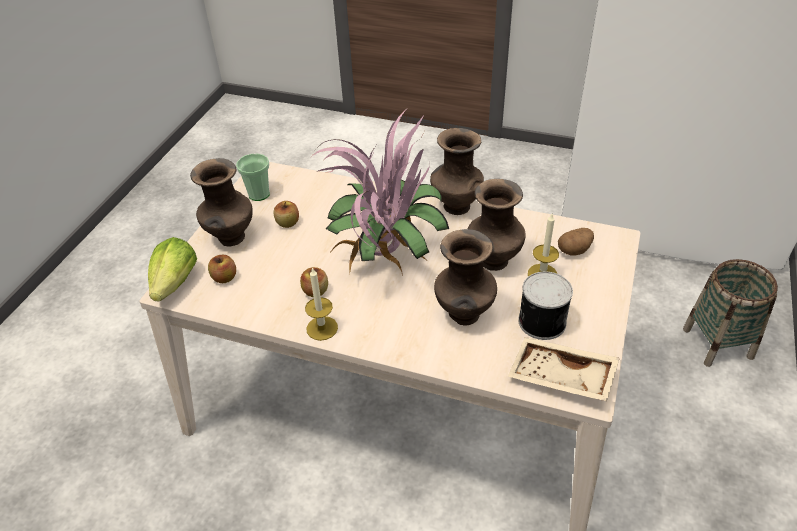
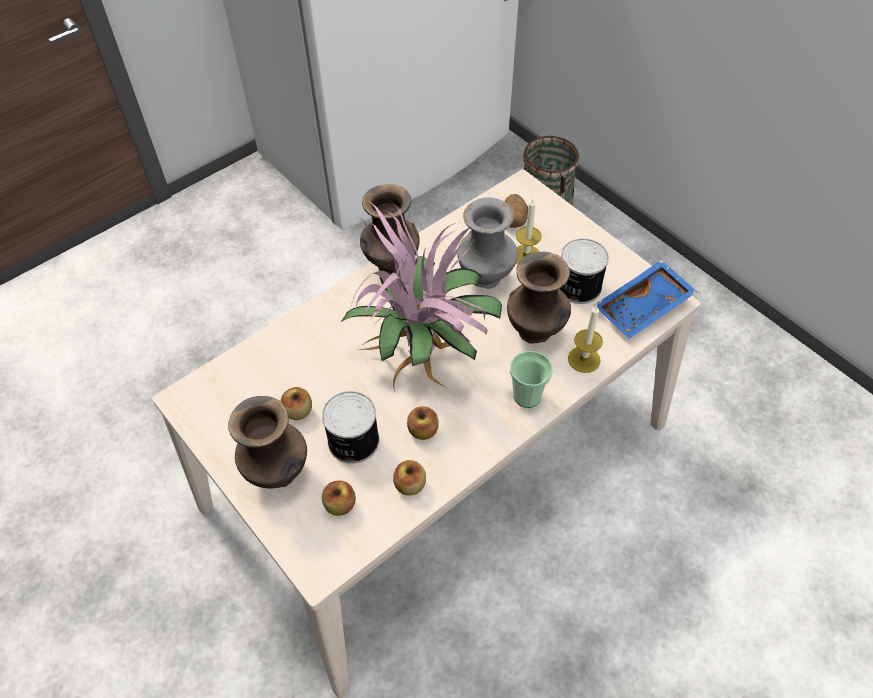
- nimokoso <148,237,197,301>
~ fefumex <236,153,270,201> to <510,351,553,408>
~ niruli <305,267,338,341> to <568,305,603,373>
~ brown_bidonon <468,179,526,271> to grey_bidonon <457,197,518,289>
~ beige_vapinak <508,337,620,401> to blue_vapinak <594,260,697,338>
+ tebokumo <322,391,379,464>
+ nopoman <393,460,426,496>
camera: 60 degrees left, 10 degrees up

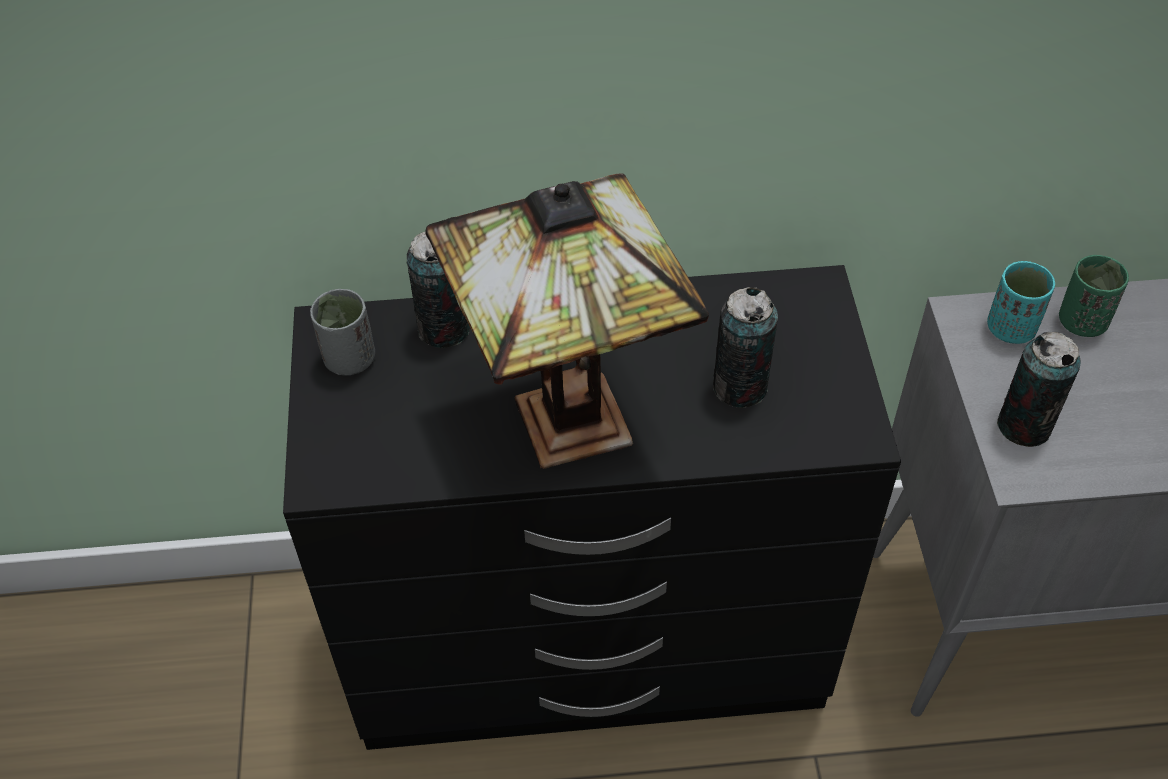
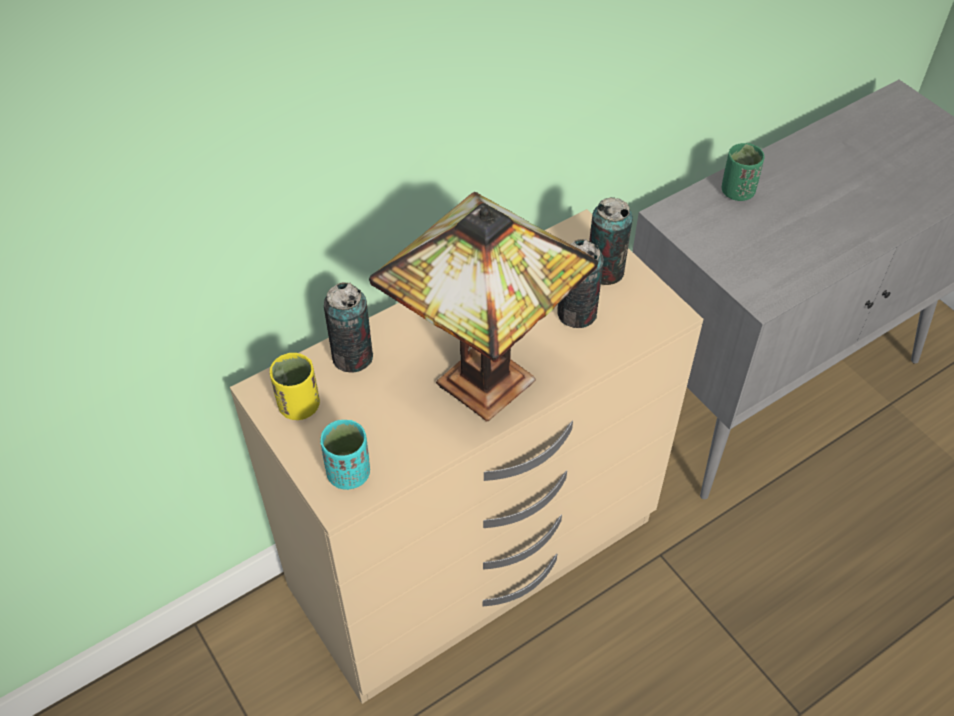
~ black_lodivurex <283,265,901,750> to beige_lodivurex <230,209,703,704>
~ grey_fefumex <310,289,375,375> to yellow_fefumex <270,353,320,420>
~ turquoise_fefumex <987,261,1055,344> to <320,420,370,490>
~ tebokumo <997,332,1081,447> to <589,197,633,285>
camera: 30 degrees left, 0 degrees up

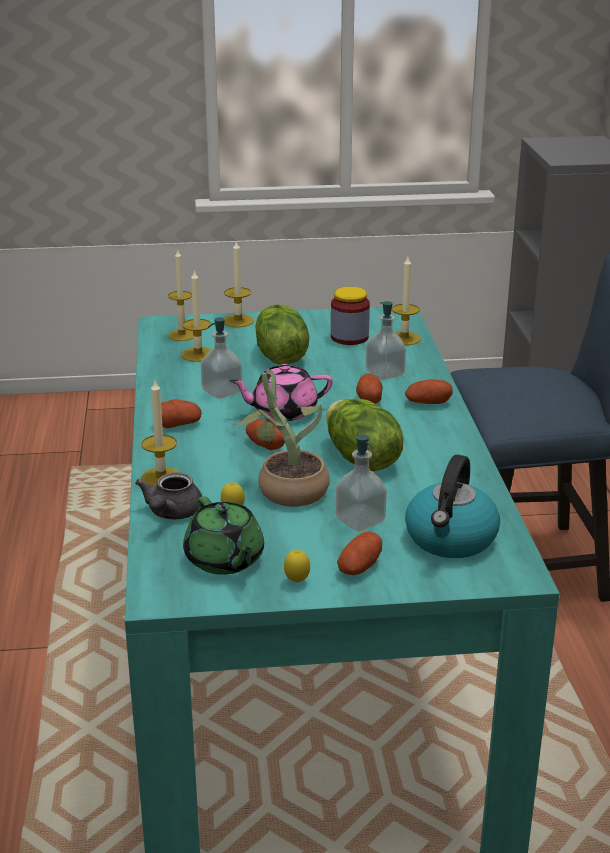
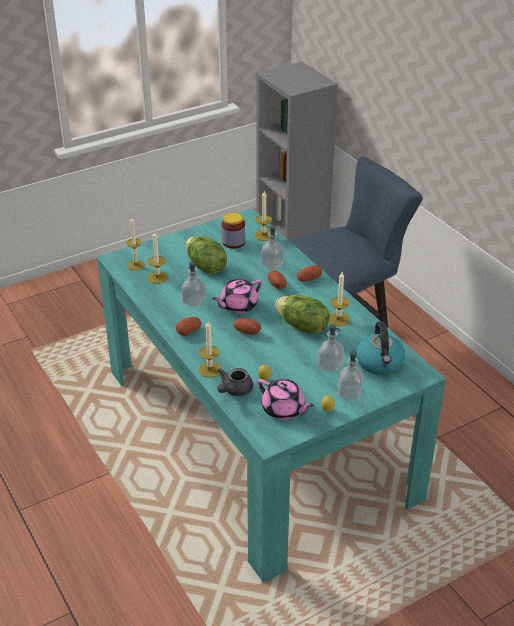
~ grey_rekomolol <135,472,202,519> = <217,368,253,396> 45 degrees clockwise
~ green_rekomolol <183,496,264,575> to pink_rekomolol <257,379,314,420>
~ niruli <224,241,254,327> to <329,272,350,326>
- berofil <234,369,330,507>
~ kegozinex <337,532,382,575> to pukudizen <338,349,363,399>
camera: 25 degrees left, 10 degrees up

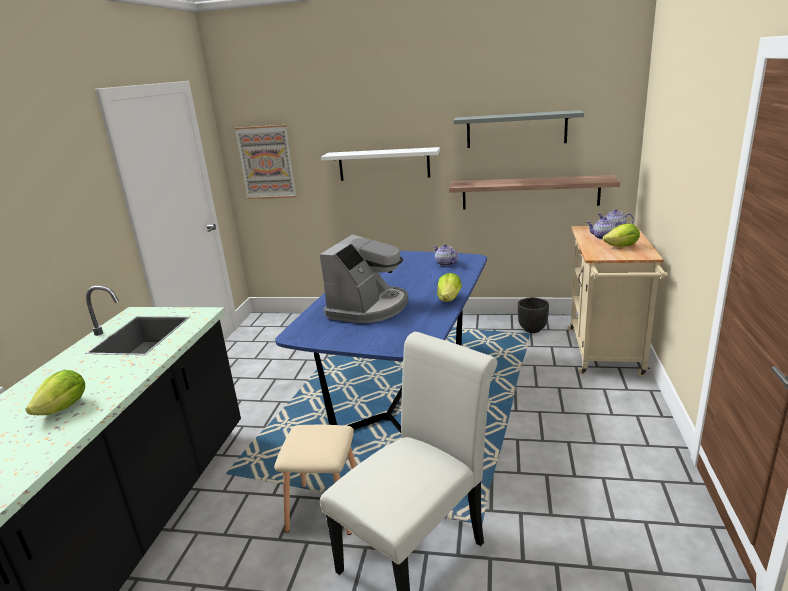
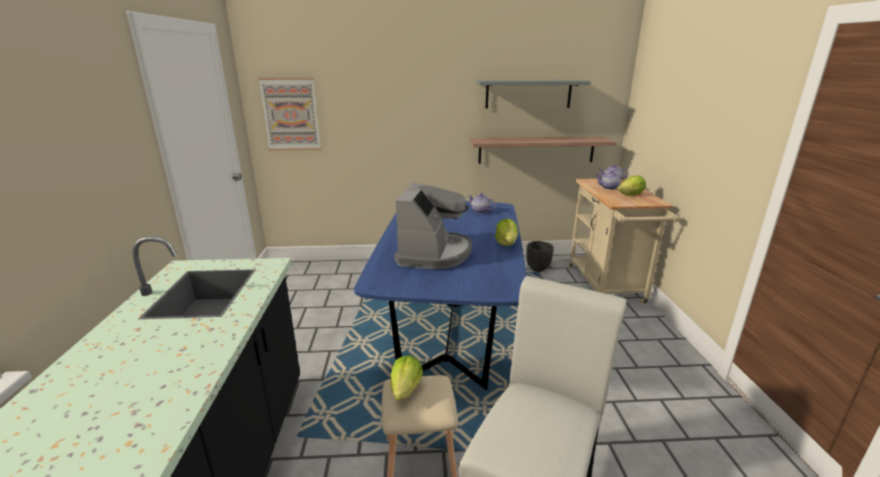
~ nimokoso <25,370,85,415> to <390,355,423,401>
- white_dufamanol <321,147,440,181>
camera: 15 degrees left, 0 degrees up

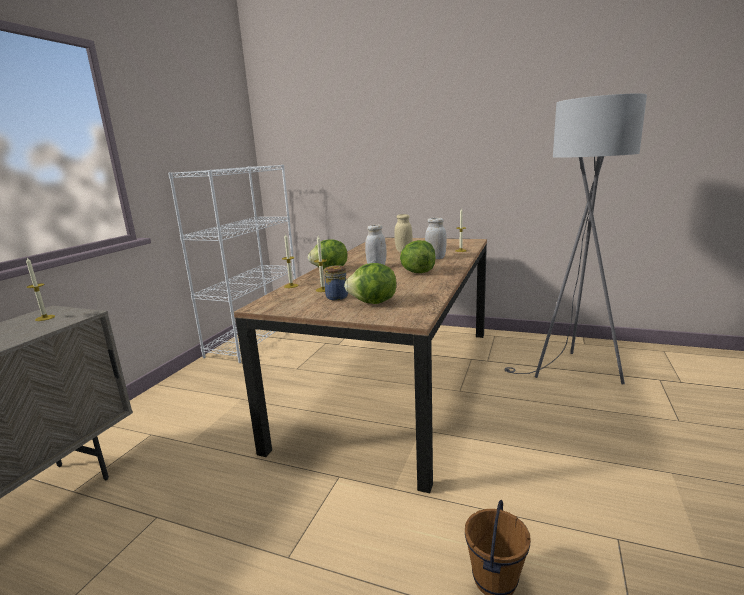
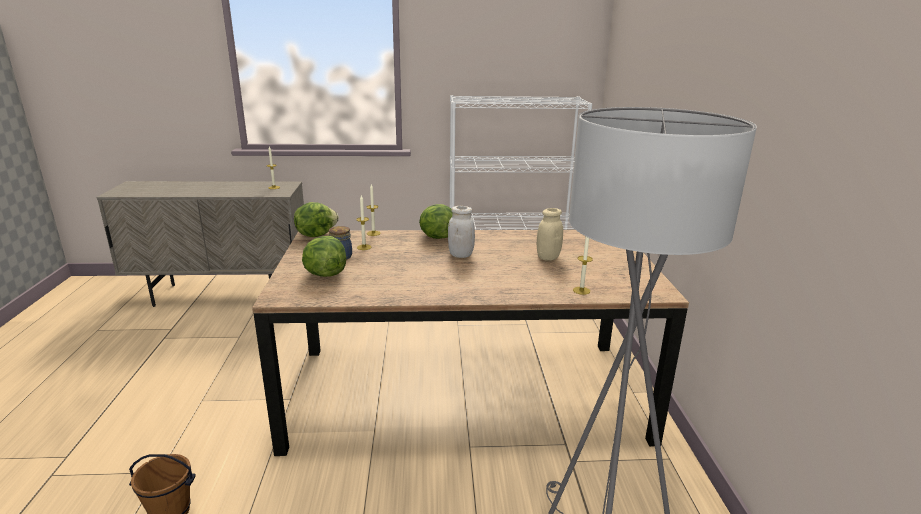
~ nimokoso <400,240,436,273> to <294,202,339,237>
- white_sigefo <425,218,447,259>
camera: 65 degrees right, 5 degrees up

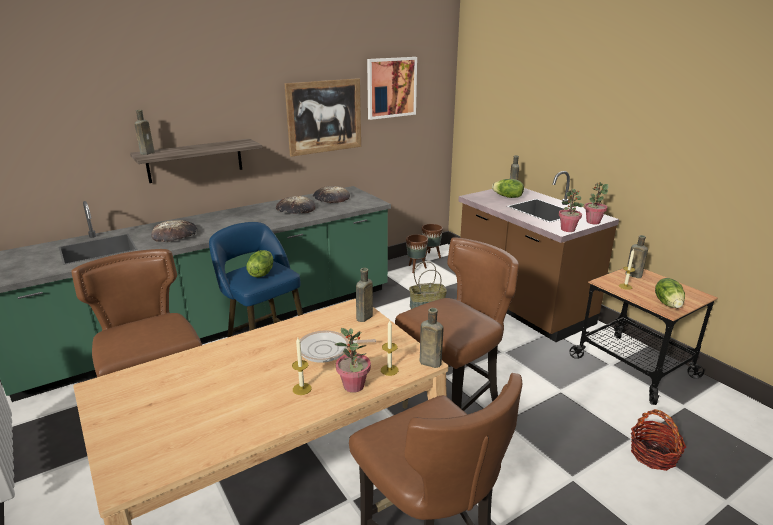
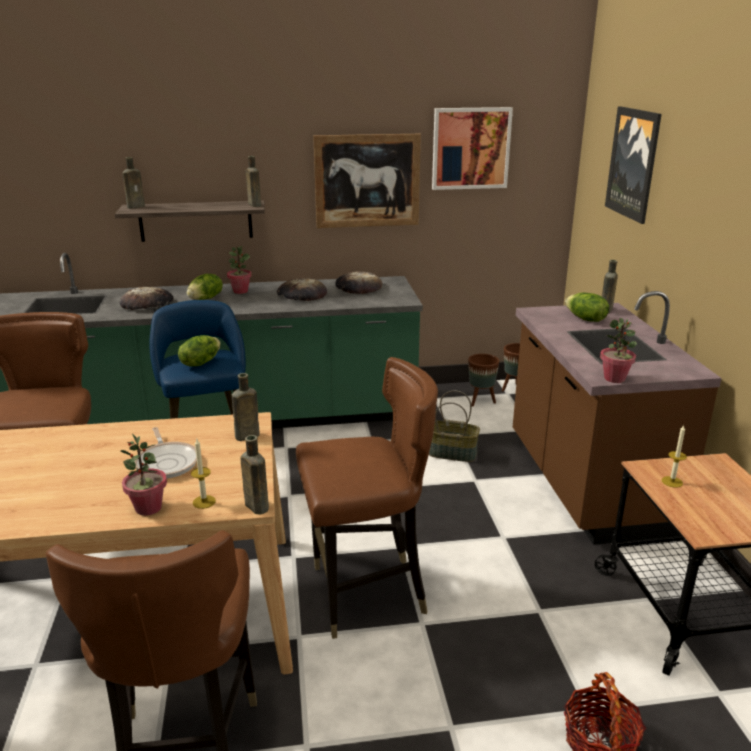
- niruli <292,338,312,395>
~ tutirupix <300,331,376,363> = <134,427,197,479> 135 degrees counterclockwise
~ berofil <584,182,609,224> to <227,246,252,294>
~ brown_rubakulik <626,235,648,278> to <246,156,261,207>
~ nimokoso <655,278,685,308> to <187,274,223,300>
+ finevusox <605,106,662,224>
camera: 25 degrees right, 0 degrees up

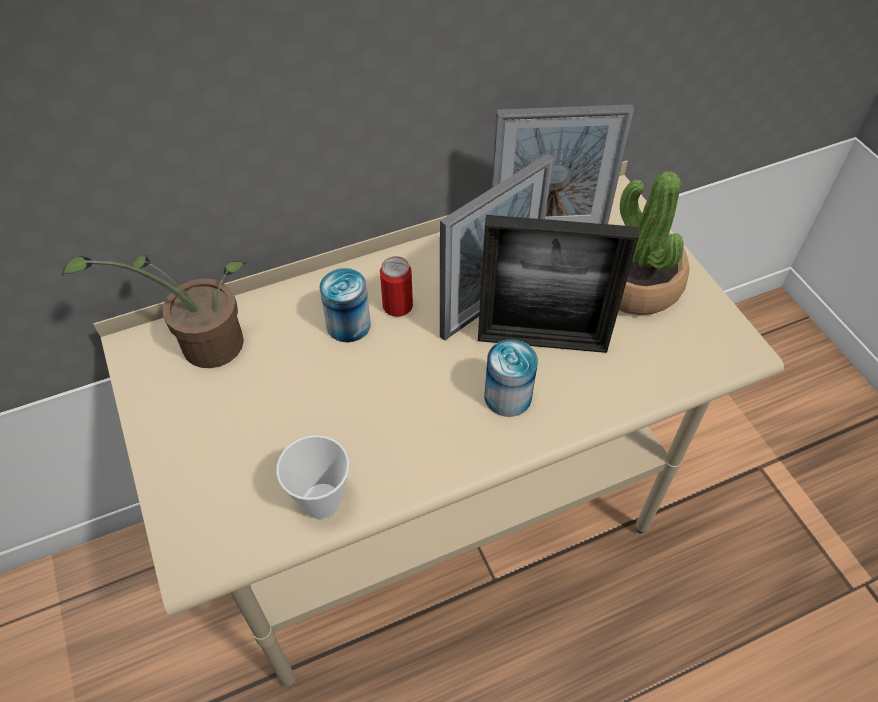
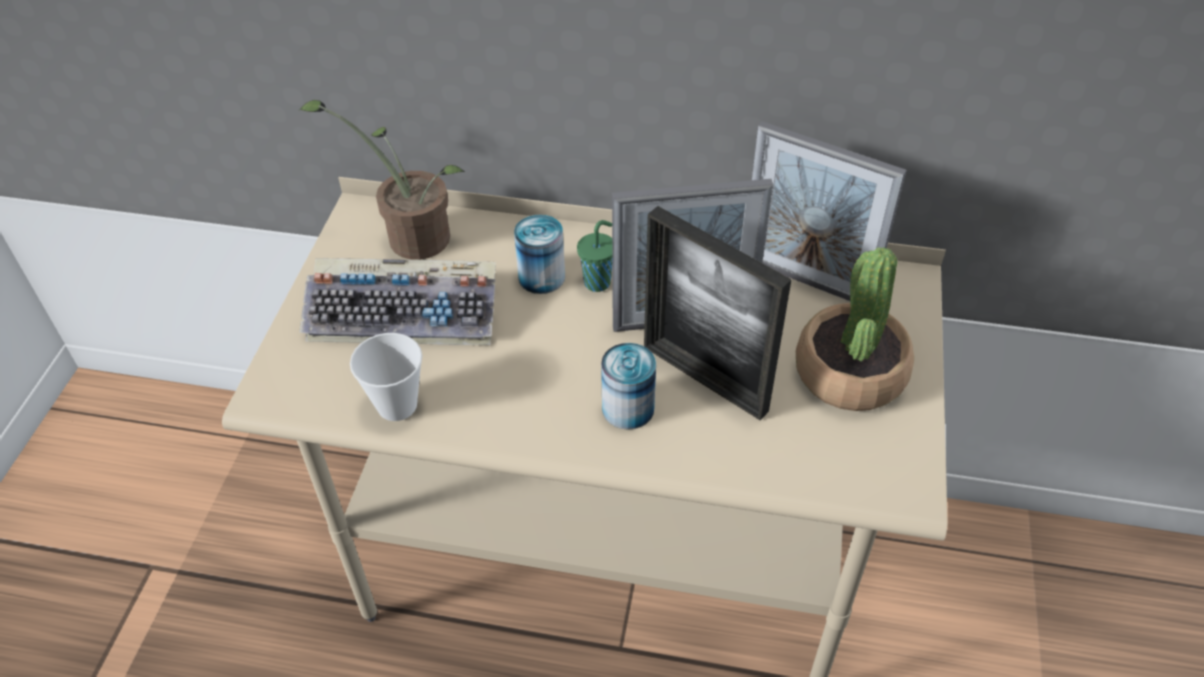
~ tebokumo <380,256,413,317> to green_fefumex <577,220,612,292>
+ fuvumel <299,258,496,345>
camera: 35 degrees right, 5 degrees down

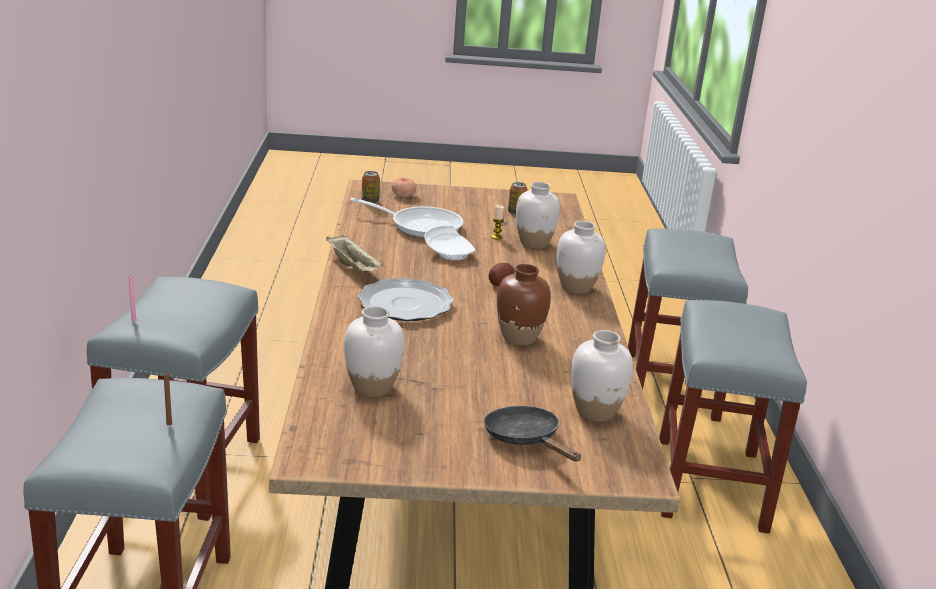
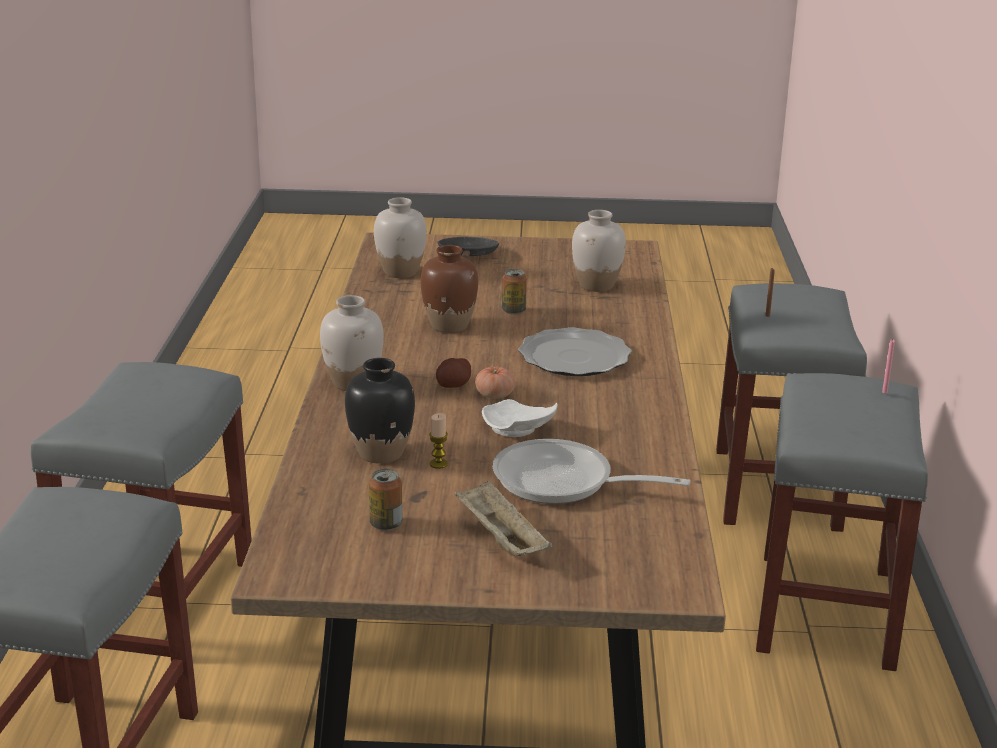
~ beige_vapinak <326,235,384,271> to <455,480,552,556>
~ tebokumo <362,171,380,204> to <502,269,527,315>
~ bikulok <391,178,416,197> to <475,367,515,399>
~ black_tutirupix <484,406,581,462> = <437,237,500,259> 150 degrees counterclockwise
~ white_bidonon <516,182,560,249> to black_bidonon <345,358,415,464>
camera: 175 degrees left, 0 degrees up

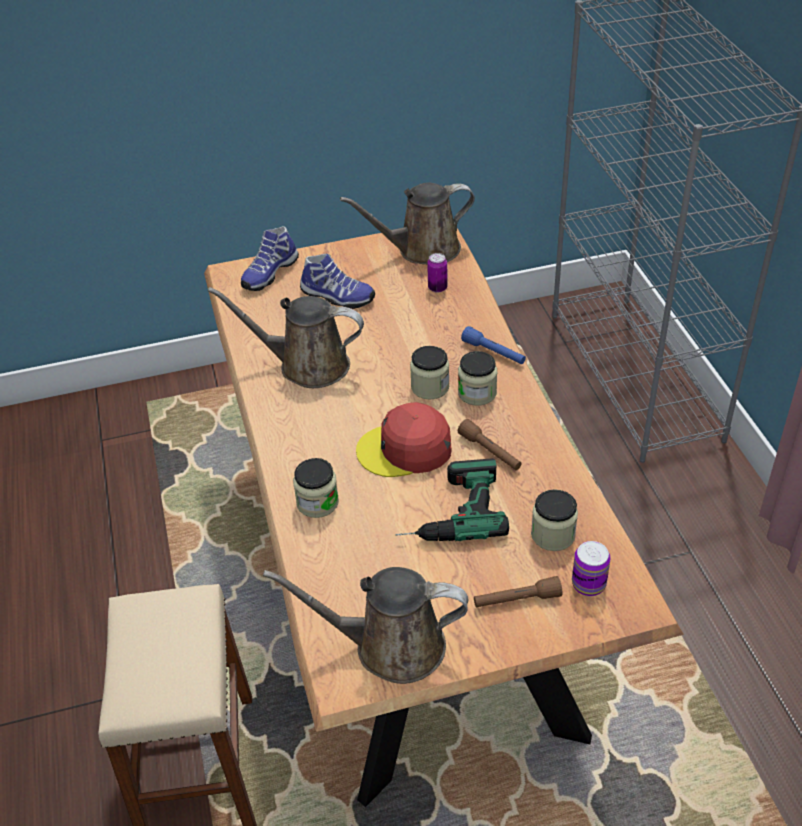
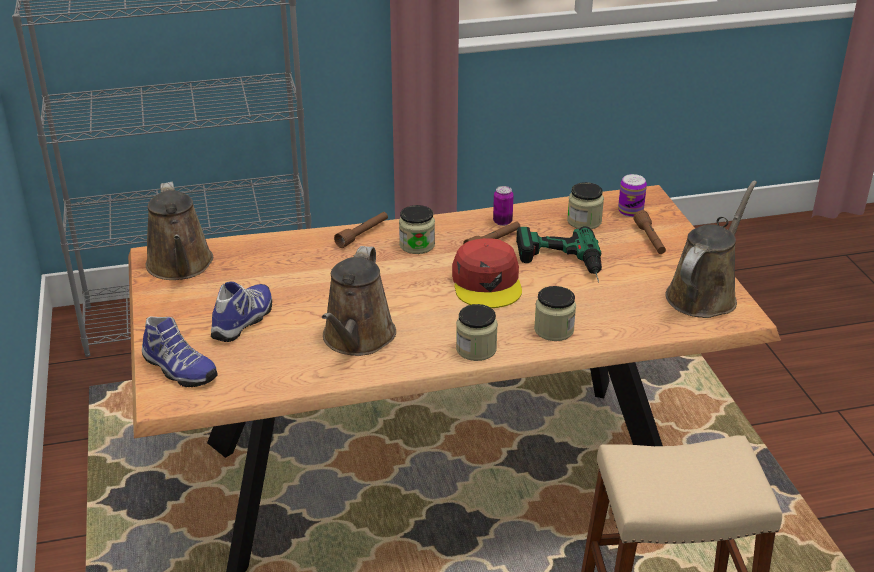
~ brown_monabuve <263,567,468,684> = <665,181,757,318> 150 degrees counterclockwise
~ sigefo <410,346,449,400> to <456,304,498,361>
~ tebokumo <427,253,448,293> to <493,186,514,226>
~ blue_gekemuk <461,326,526,364> to brown_gekemuk <334,212,388,248>
camera: 90 degrees left, 10 degrees down

